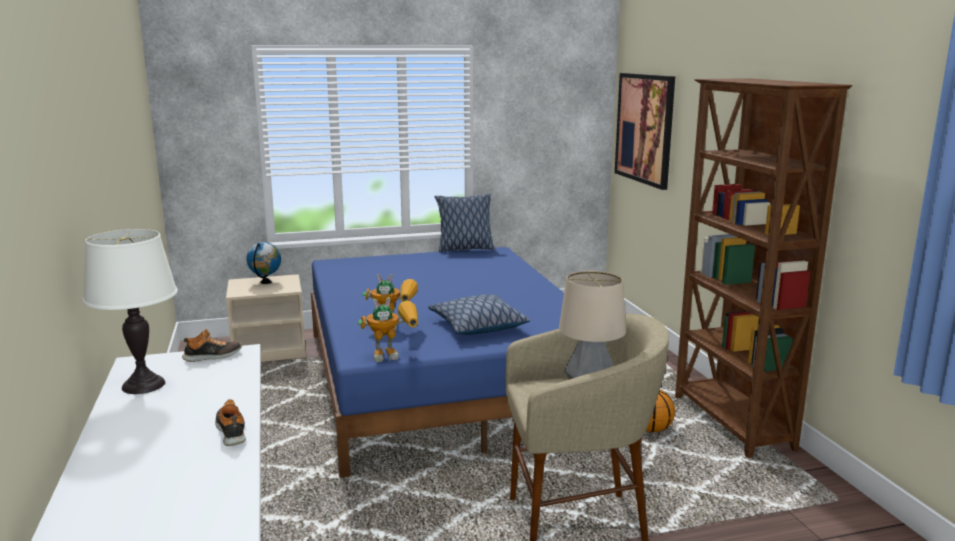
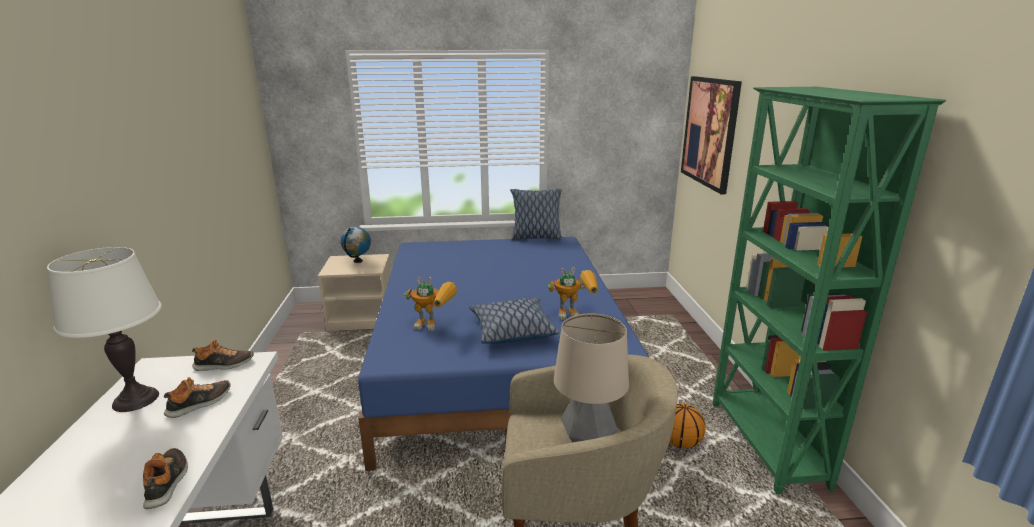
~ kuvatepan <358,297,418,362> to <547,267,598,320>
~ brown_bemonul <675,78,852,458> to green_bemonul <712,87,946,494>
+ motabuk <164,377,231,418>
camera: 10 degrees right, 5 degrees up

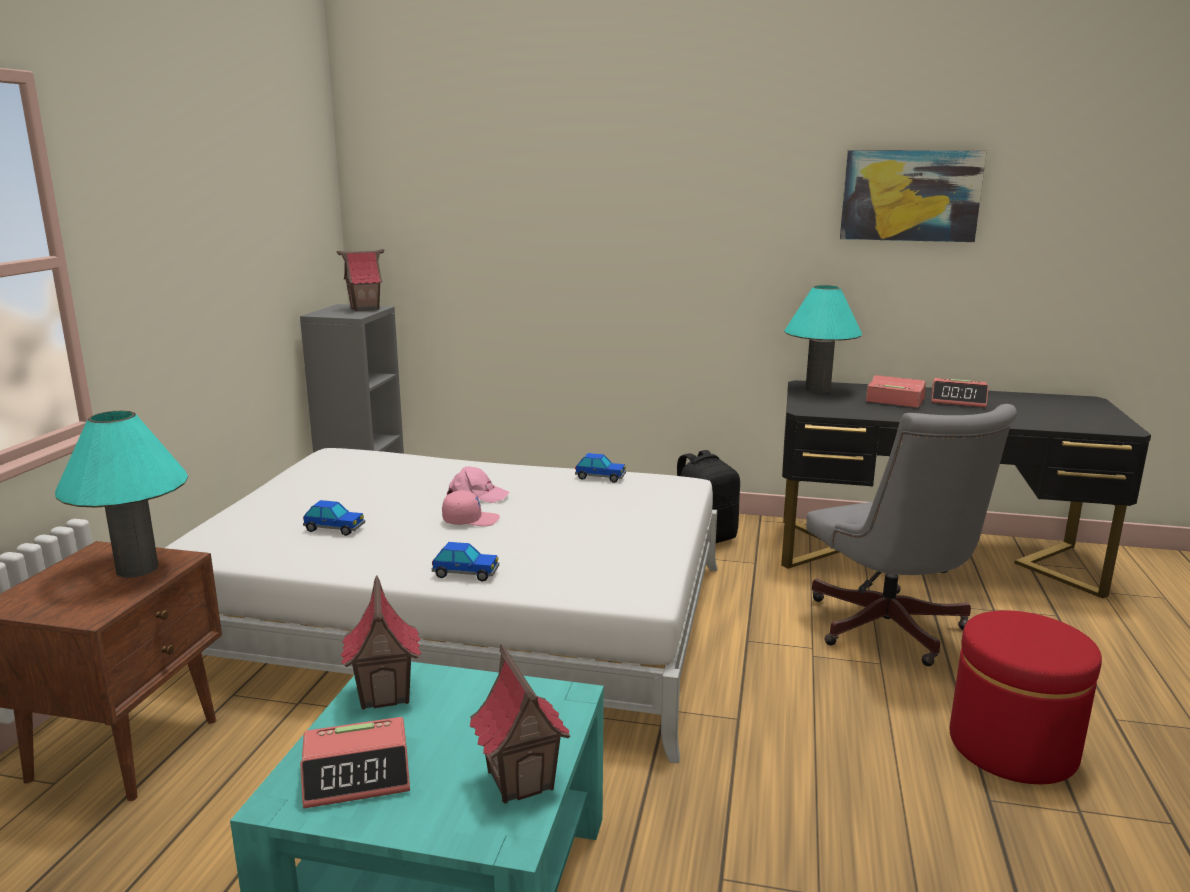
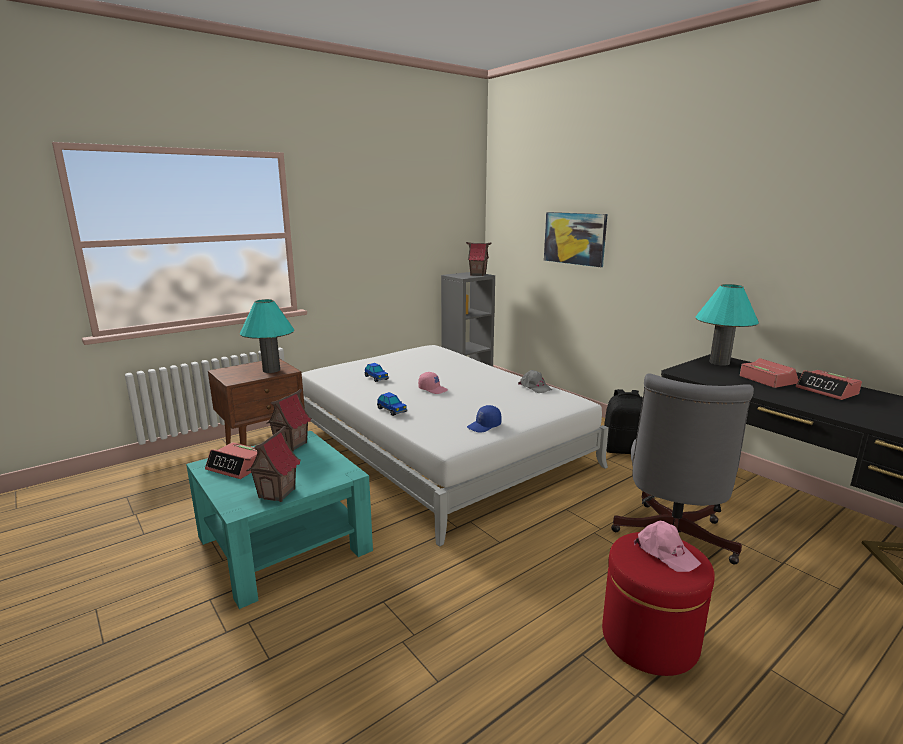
~ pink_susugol <447,467,510,503> to <634,521,701,572>
~ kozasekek <575,453,626,483> to grey_susugol <518,370,552,393>
~ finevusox <840,150,987,242> to <544,212,608,267>
+ blue_susugol <467,405,502,433>
camera: 40 degrees right, 0 degrees up

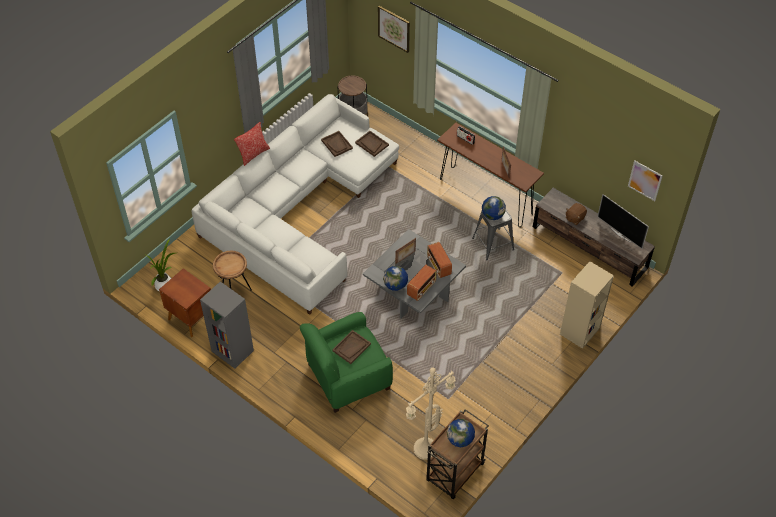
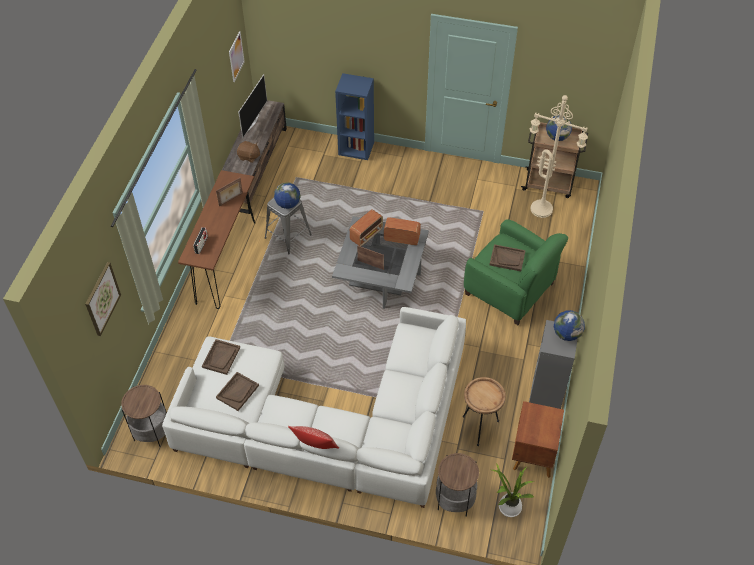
~ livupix <383,266,408,291> to <554,310,585,341>
~ beige_bemonul <560,261,614,349> to blue_bemonul <335,73,374,160>
+ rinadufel <436,453,479,517>
camera: 115 degrees left, 0 degrees up

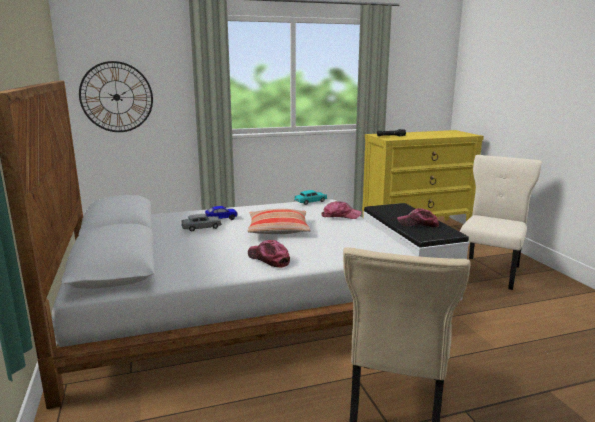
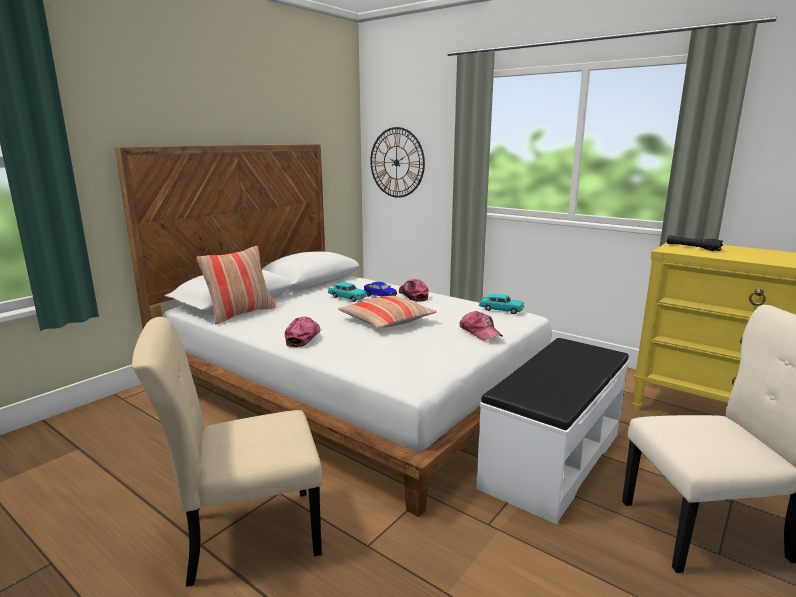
~ grey_kozasekek <181,214,222,231> to turquoise_kozasekek <328,282,368,302>
~ susugol <397,208,439,227> to <399,279,429,302>
+ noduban <197,246,275,325>
camera: 55 degrees right, 0 degrees up

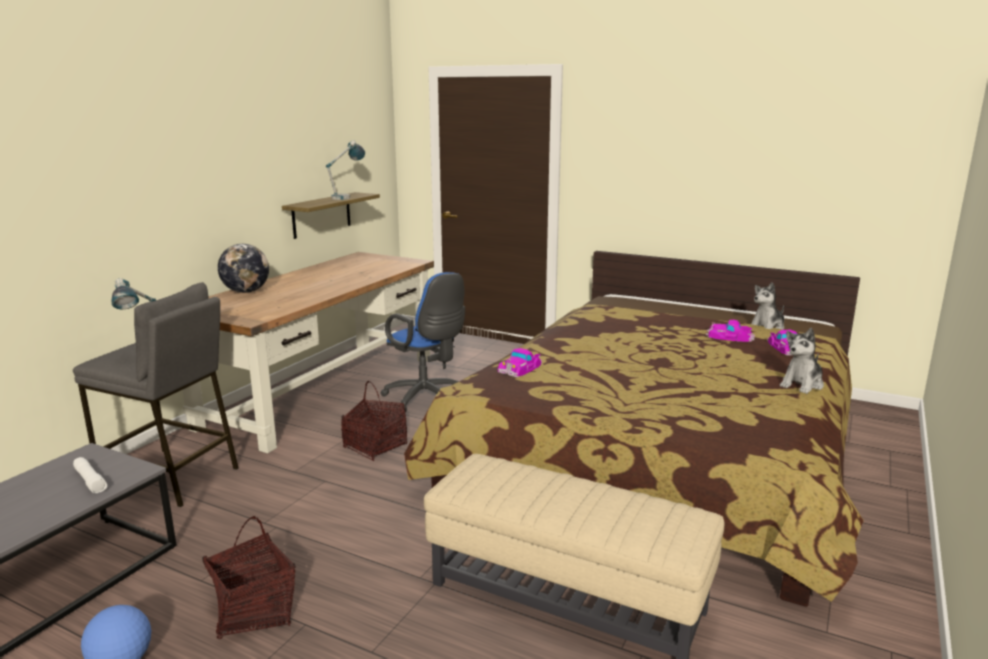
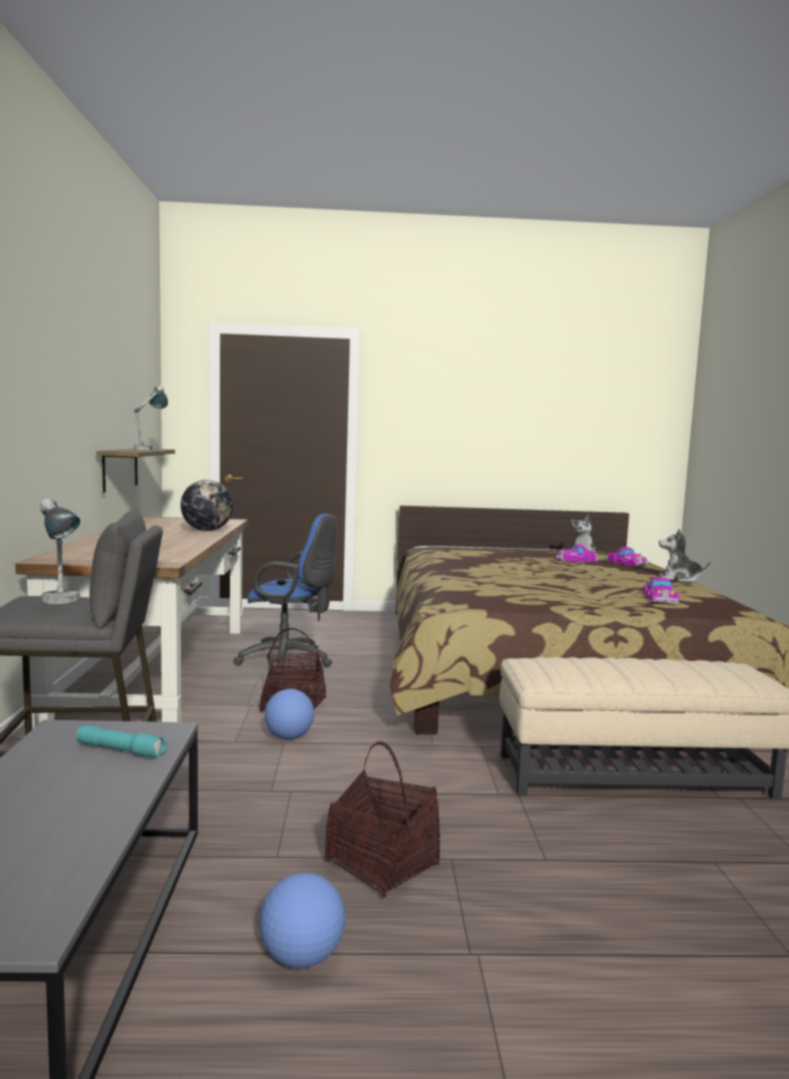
~ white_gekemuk <73,457,107,493> to turquoise_gekemuk <77,725,167,758>
~ livupix <218,244,269,293> to <181,480,233,531>
~ kozasekek <498,348,542,377> to <643,577,679,603>
~ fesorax <780,328,824,394> = <659,528,711,582> 90 degrees clockwise
+ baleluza <265,689,314,739>
camera: 30 degrees left, 10 degrees down

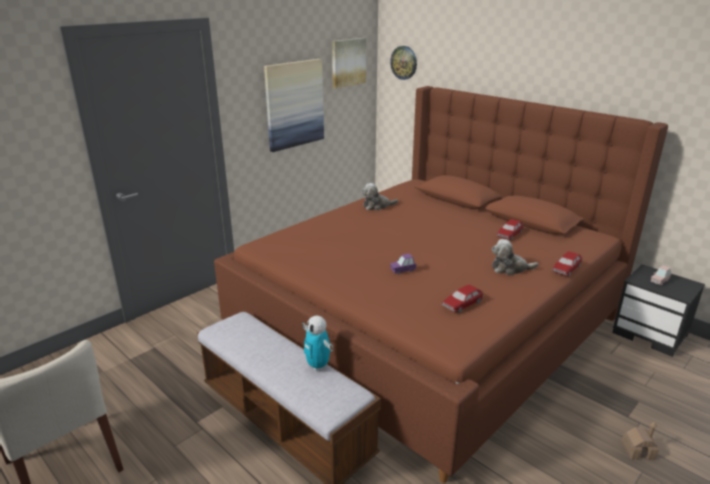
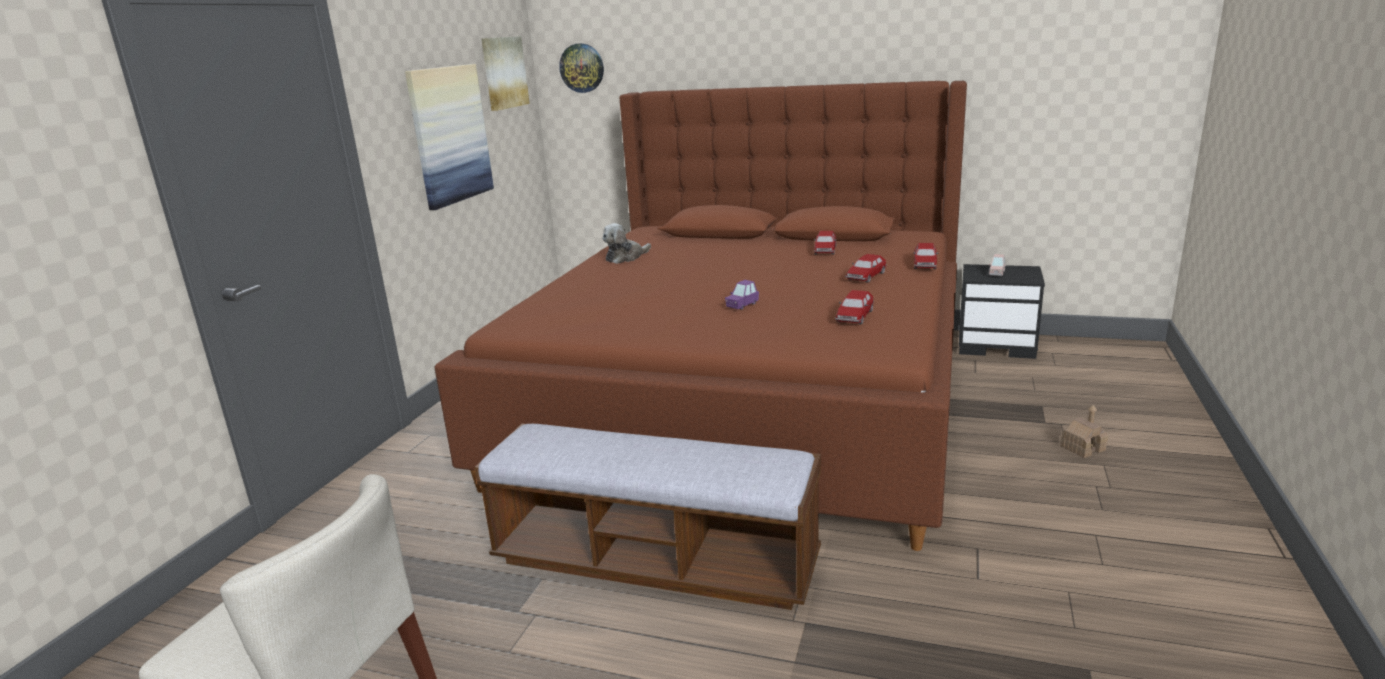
- kuvatepan <302,315,333,371>
~ fesorax <492,239,539,275> to kozasekek <845,254,887,283>
camera: 25 degrees left, 5 degrees down

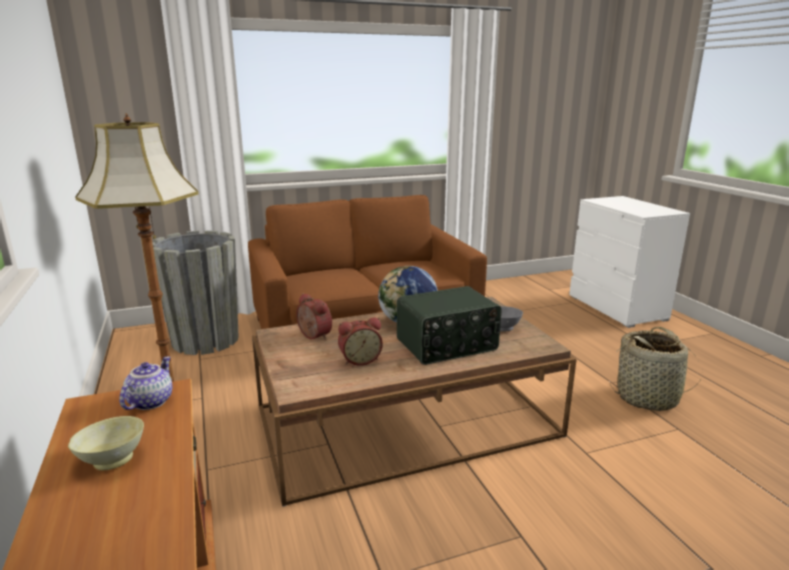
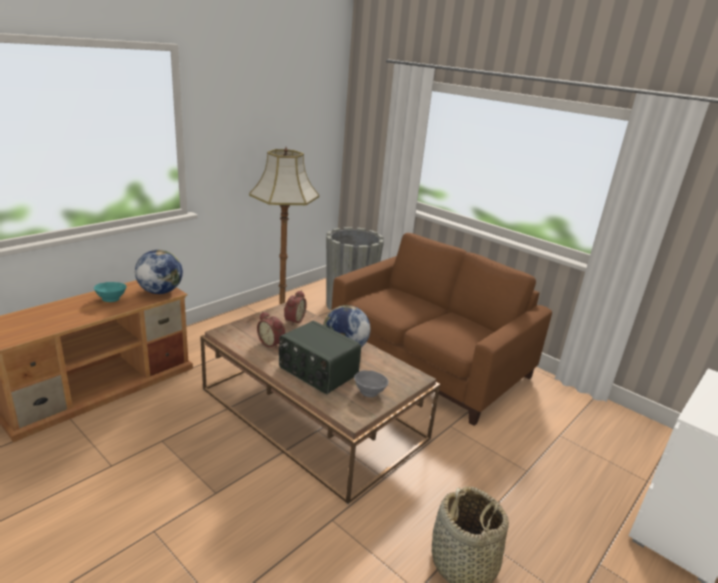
~ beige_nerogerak <68,416,144,471> to turquoise_nerogerak <94,282,127,302>
~ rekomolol <119,357,172,410> to livupix <135,250,183,294>
camera: 60 degrees right, 5 degrees up

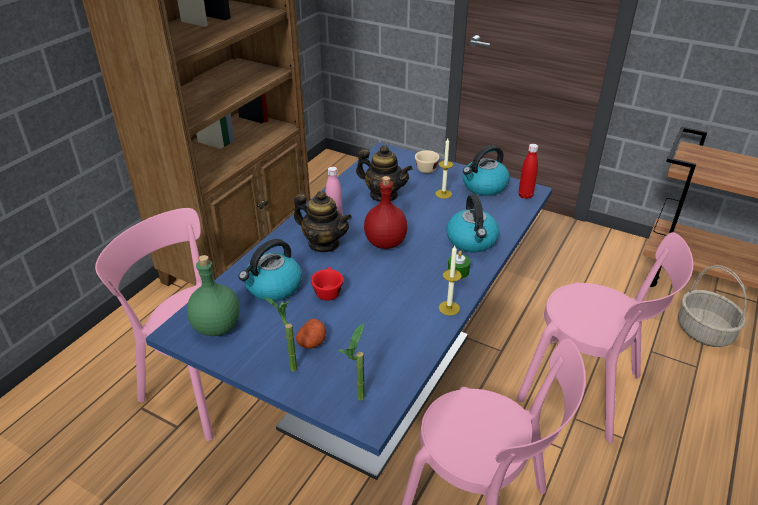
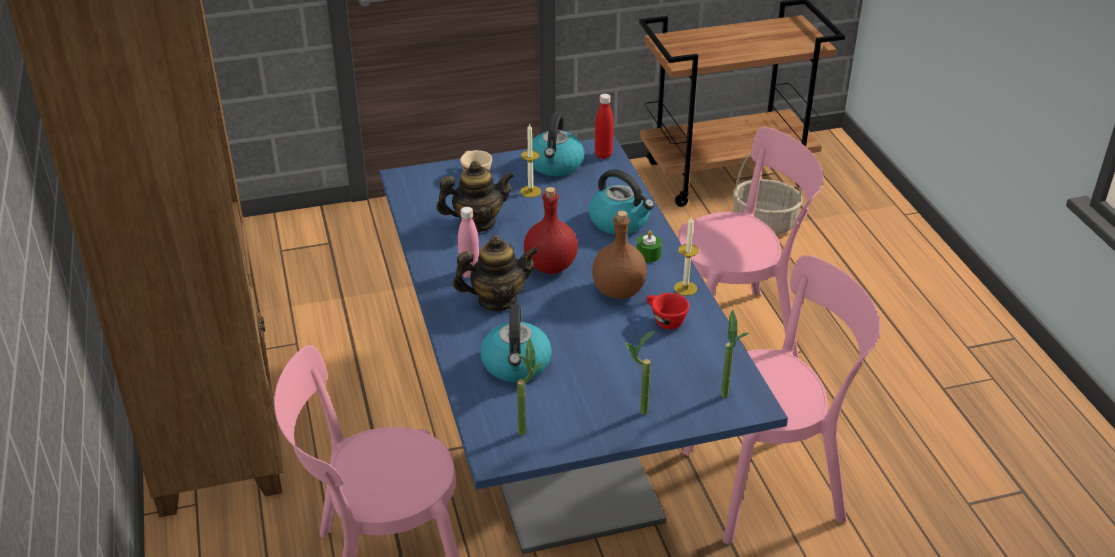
~ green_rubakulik <187,255,240,336> to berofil <516,338,544,435>
- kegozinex <296,319,326,349>
~ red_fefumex <311,267,343,301> to <646,293,689,329>
+ brown_rubakulik <592,211,647,299>
camera: 45 degrees left, 0 degrees up

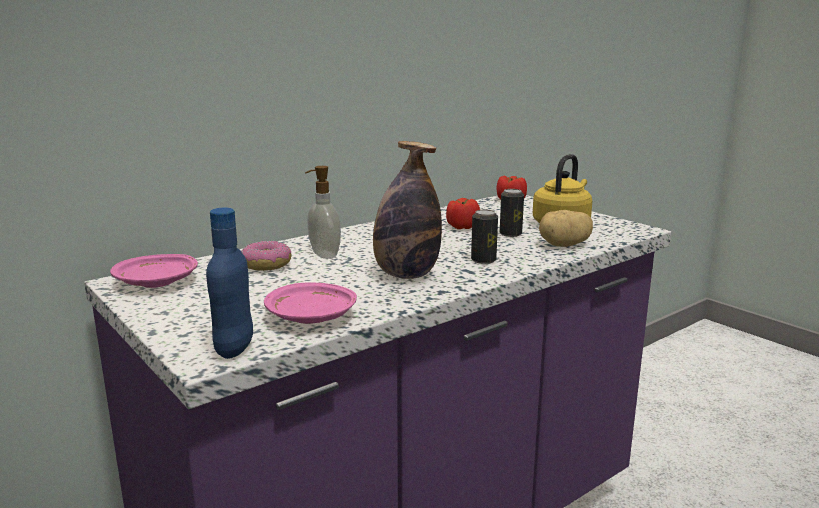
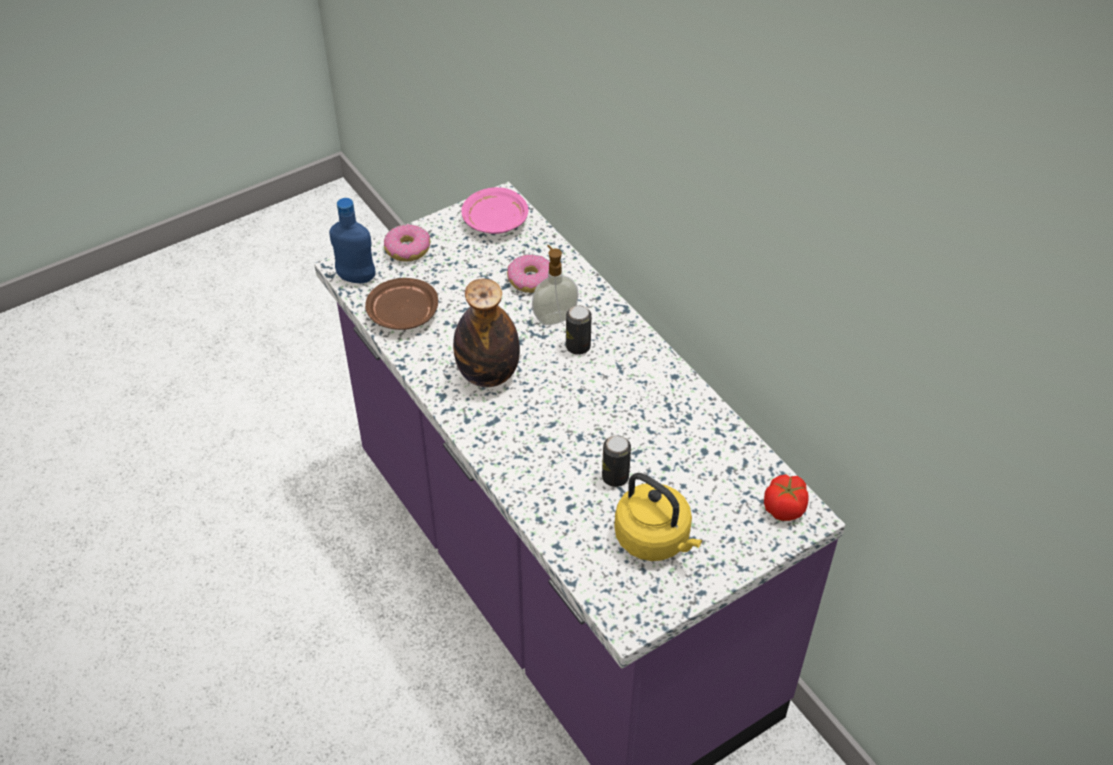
~ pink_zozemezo <264,282,357,324> to brown_zozemezo <365,278,438,330>
- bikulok <446,198,480,229>
~ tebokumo <471,209,498,264> to <566,305,592,355>
- kegozinex <539,210,593,247>
+ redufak <384,224,430,261>
camera: 95 degrees right, 30 degrees up

